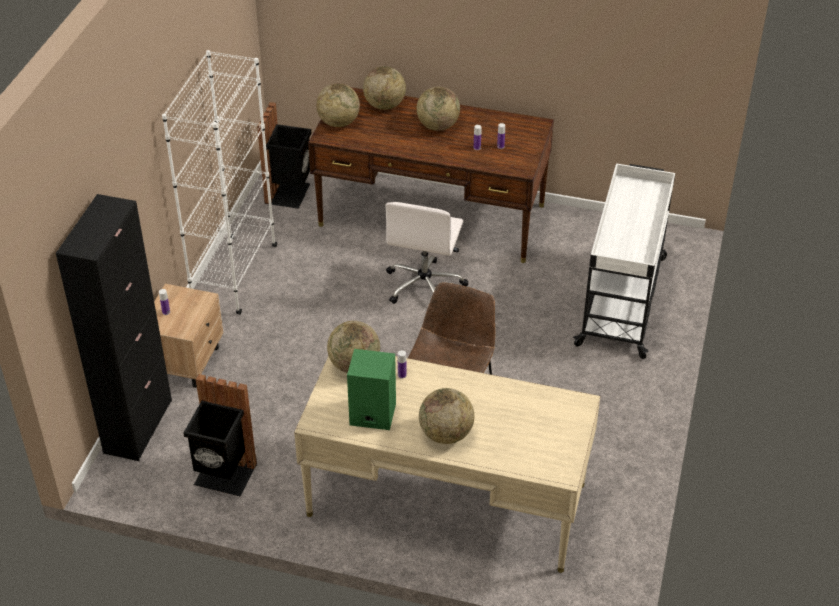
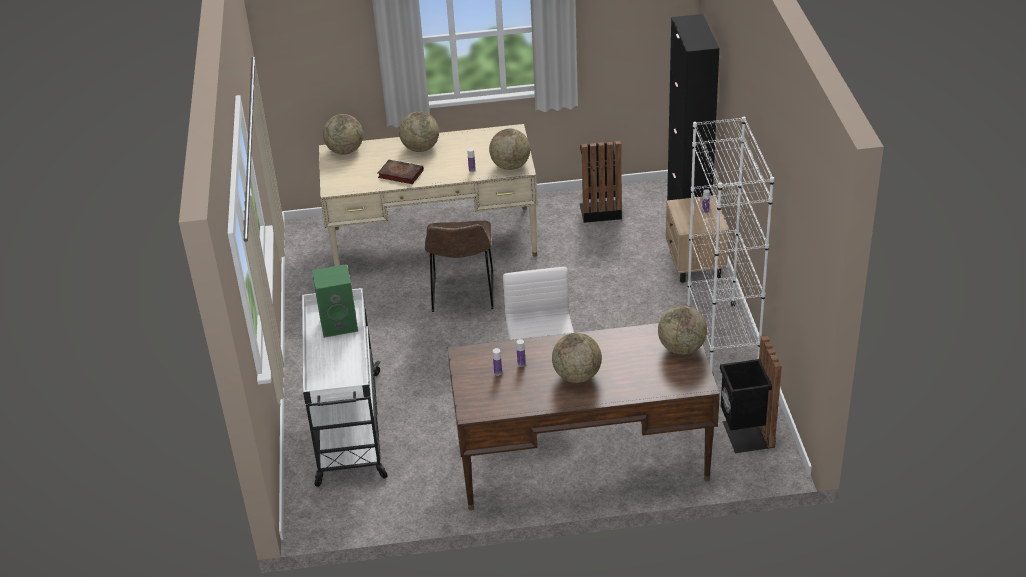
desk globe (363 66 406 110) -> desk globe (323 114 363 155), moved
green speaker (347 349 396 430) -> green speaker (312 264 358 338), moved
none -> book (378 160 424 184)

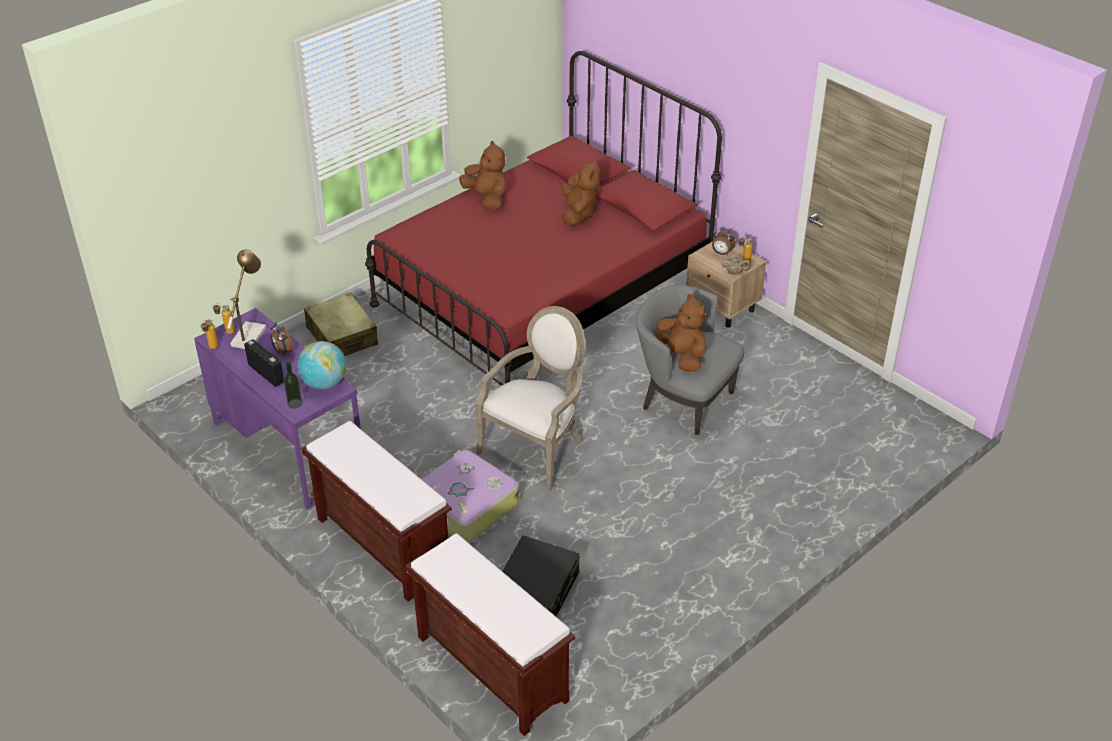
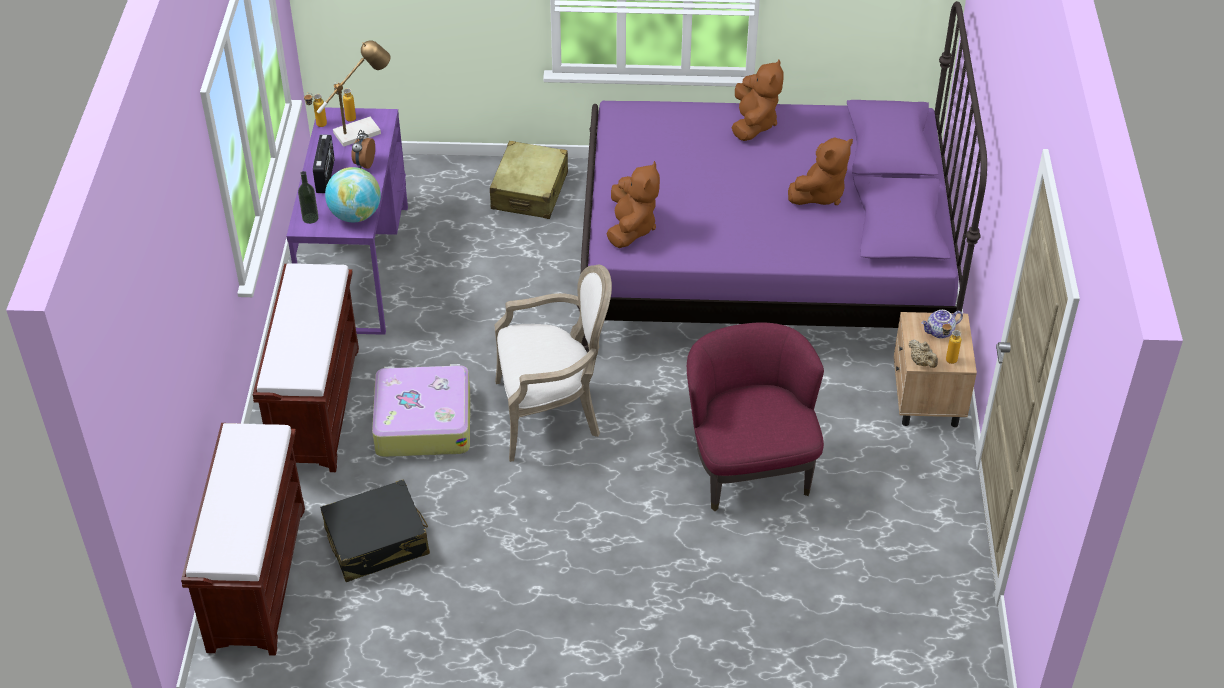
reddish bed (365 51 722 386) -> purplish bed (577 1 987 353)
bedside clock (712 228 736 256) -> pot for tea (921 310 963 339)
greyish lounge chair (636 285 744 435) -> purplish lounge chair (687 322 824 511)
brown-coloured soft toy (655 294 707 372) -> brown-coloured soft toy (607 161 660 248), moved

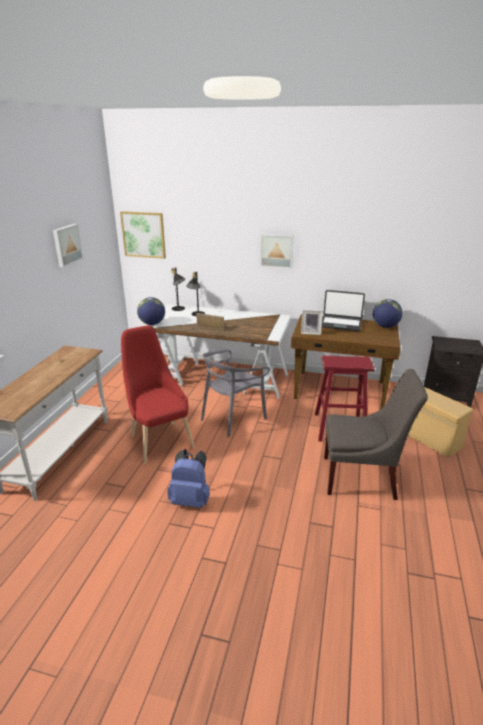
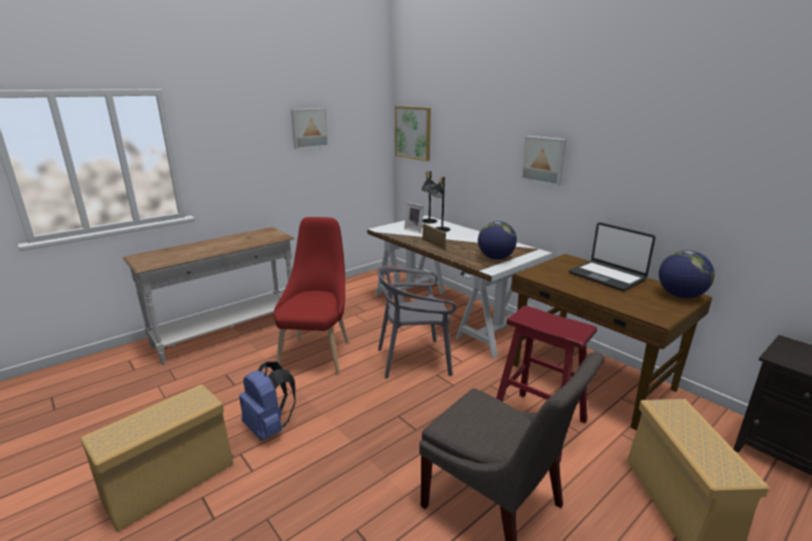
desk globe (137 297 165 325) -> desk globe (478 221 517 260), moved
photo frame (301 310 323 335) -> photo frame (404 203 424 233), moved
none -> beige-coloured storage box (80 384 233 532)

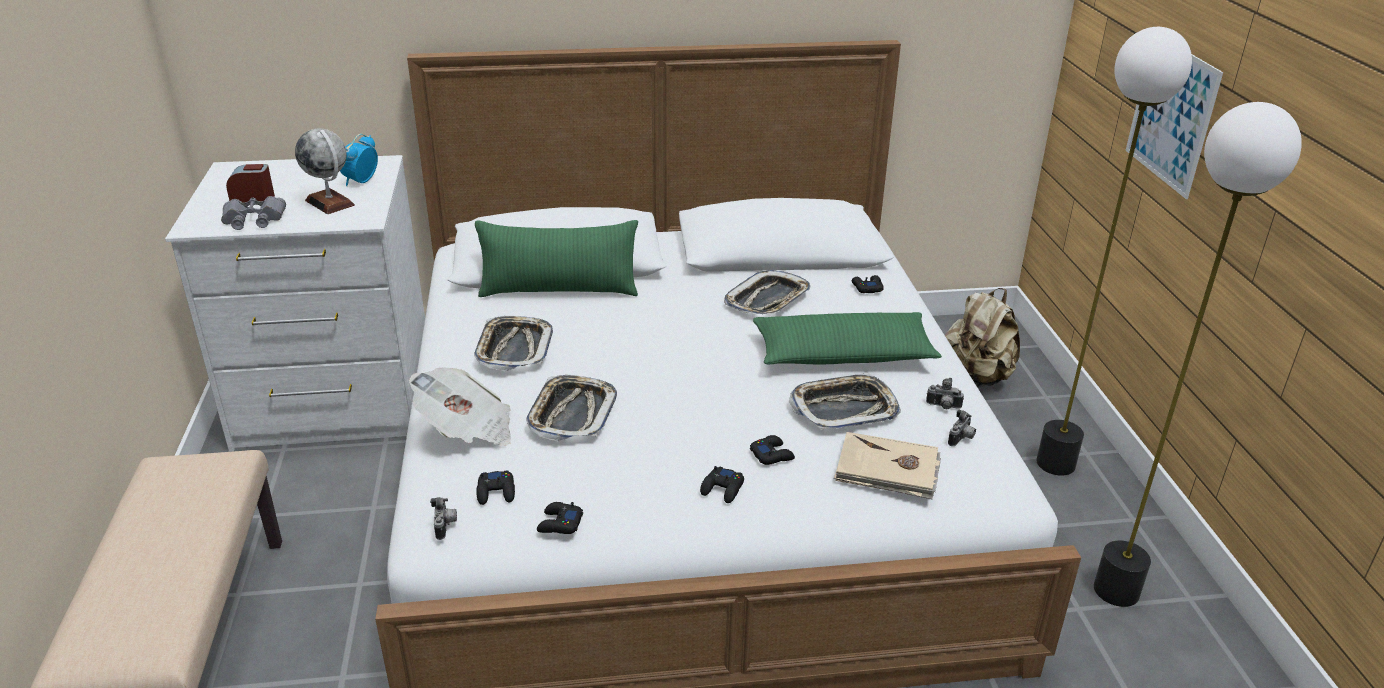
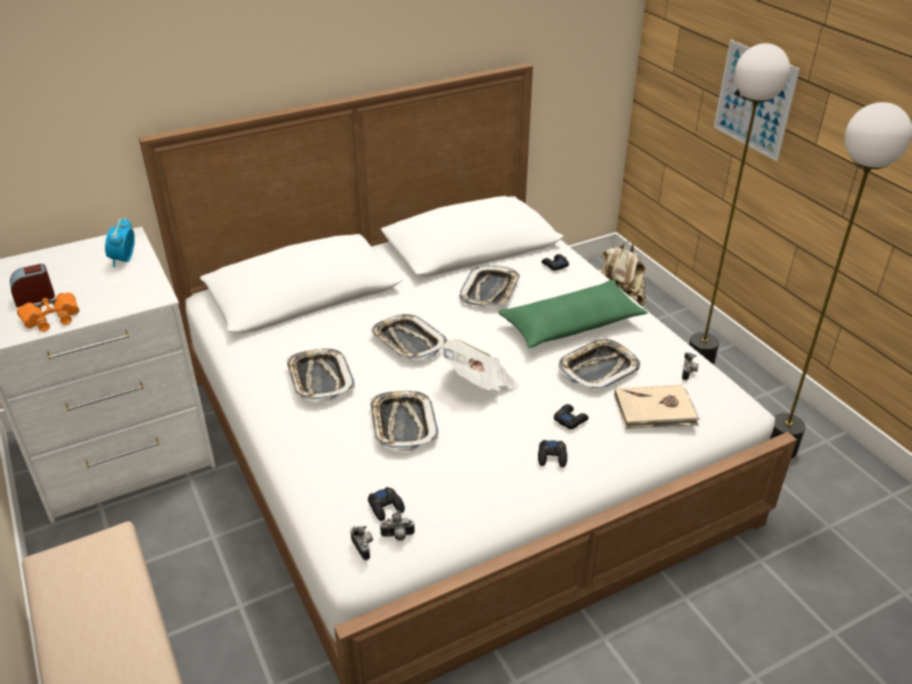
desk globe (295 128 355 214) -> none
greyish binoculars (221 196 286 230) -> orangey binoculars (17 293 79 332)
green cushion (475 220 638 297) -> none
daily paper (409 368 511 446) -> daily paper (439 340 519 391), moved
photo camera (926 378 964 409) -> photo camera (380 510 415 541), moved
black-coloured joypad (537 502 583 534) -> none
none -> serving tray (370 314 448 361)

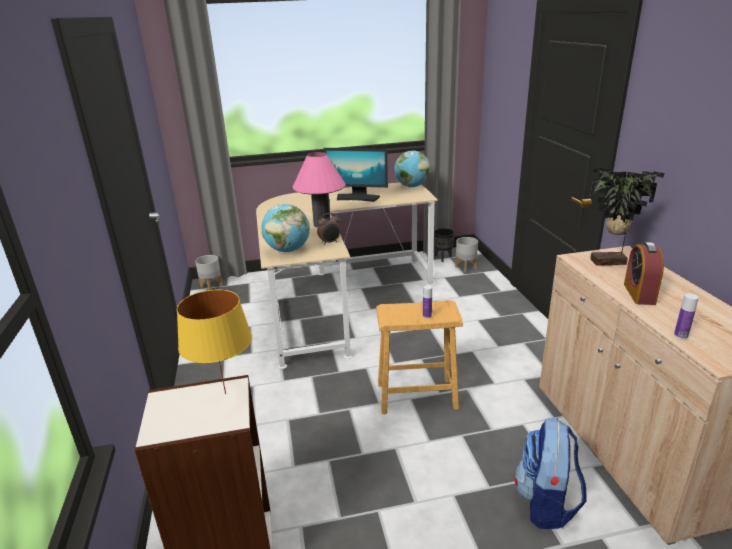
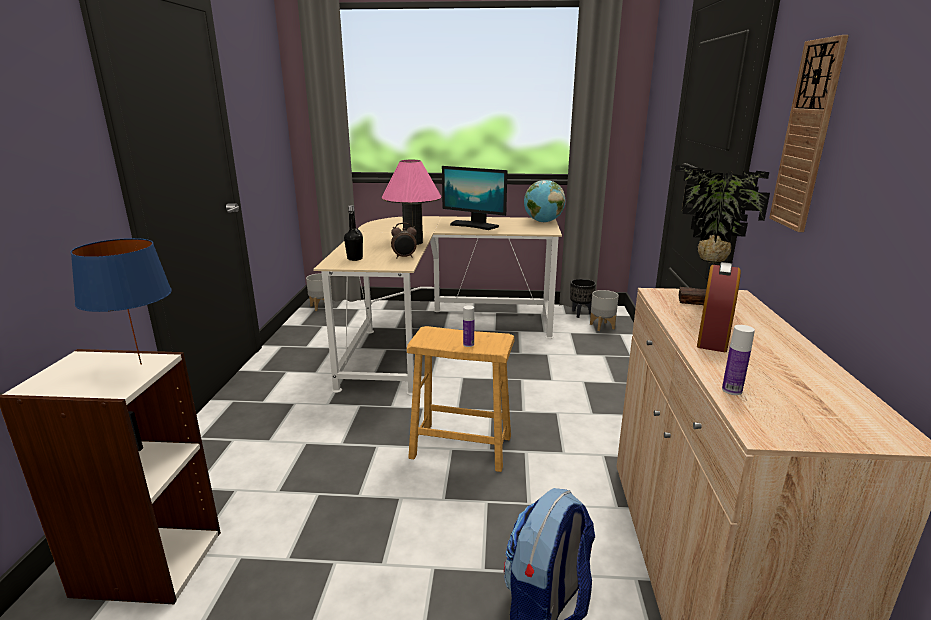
desk globe (261 204 310 252) -> black-coloured bottle (344 205 363 261)
yellow tabletop lamp (177 289 252 394) -> blue tabletop lamp (70 238 172 365)
none -> wall clock (769 35 849 232)

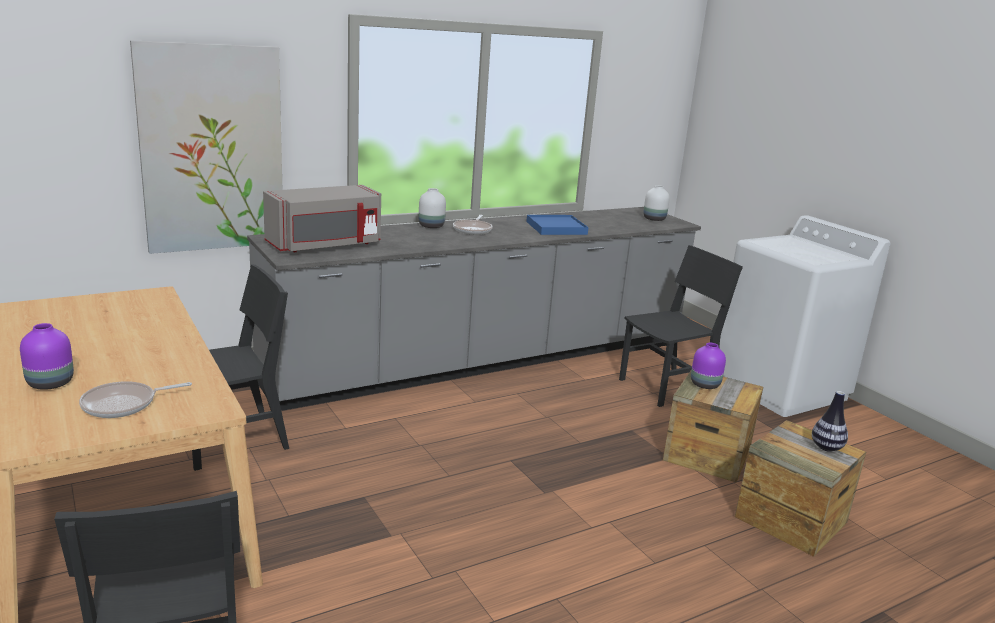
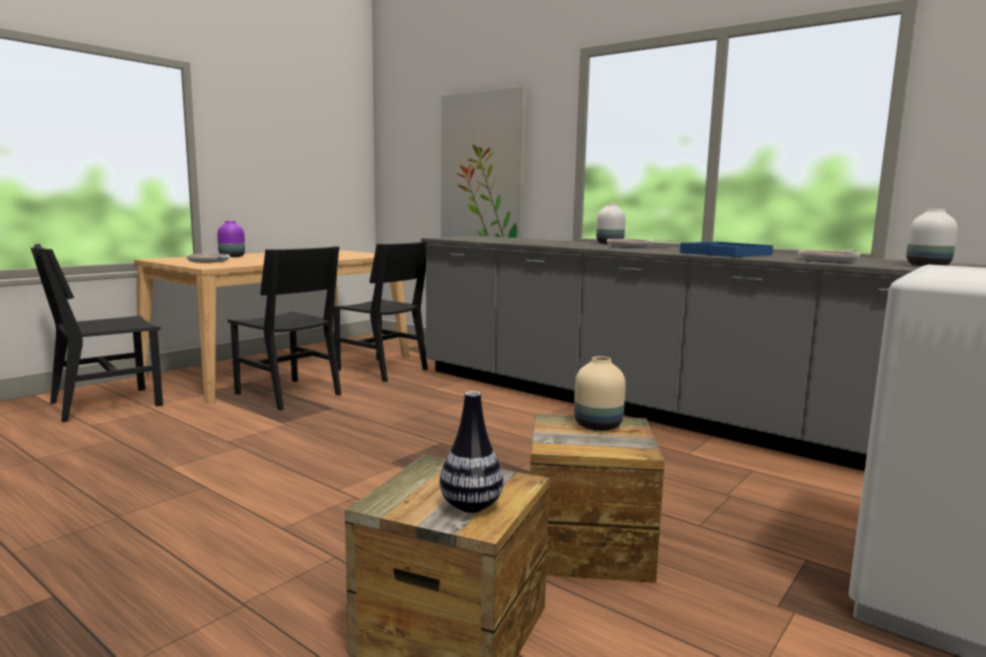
greyish microwave oven (263 185 381 252) -> none
black-coloured chair (619 245 743 407) -> black-coloured chair (228 246 341 411), moved
purplish decorative vase (691 343 726 389) -> beige-coloured decorative vase (574 356 626 431)
none -> pan (798 250 860 262)

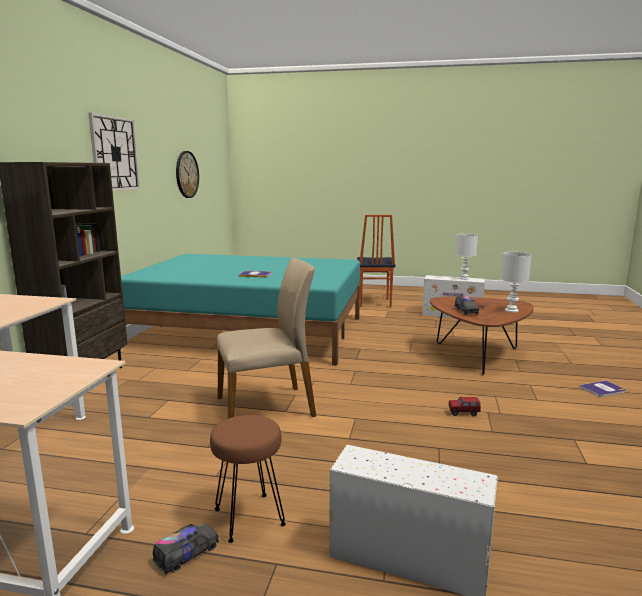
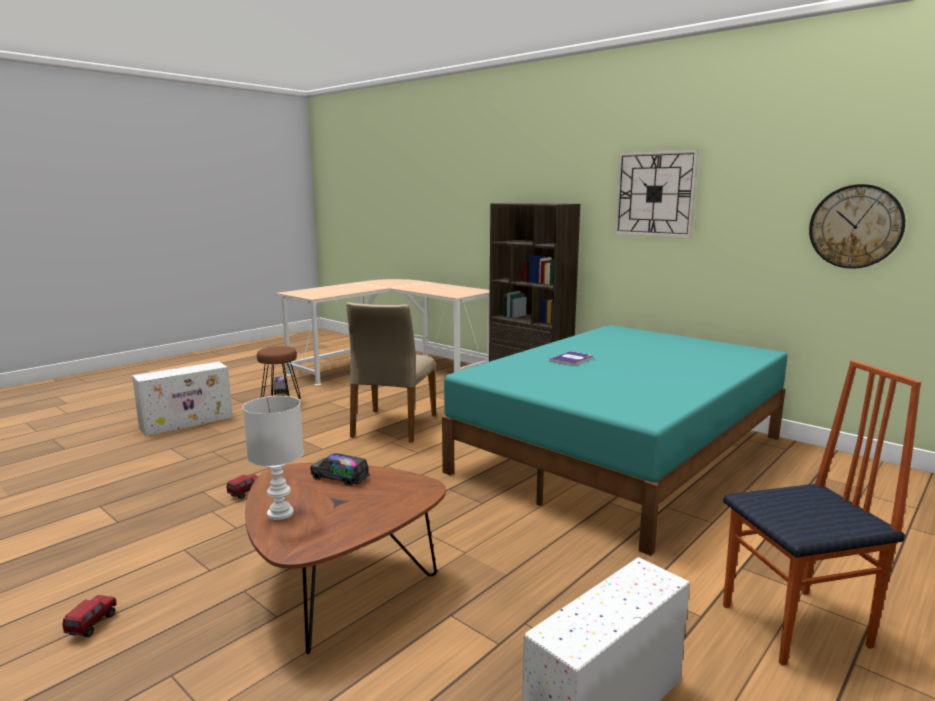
chair (357 215 396 307) -> chair (723 360 921 666), 135 degrees clockwise
whitish tabletop lamp (455 233 478 280) -> none
book (579 380 626 397) -> toy truck (62 595 116 637)

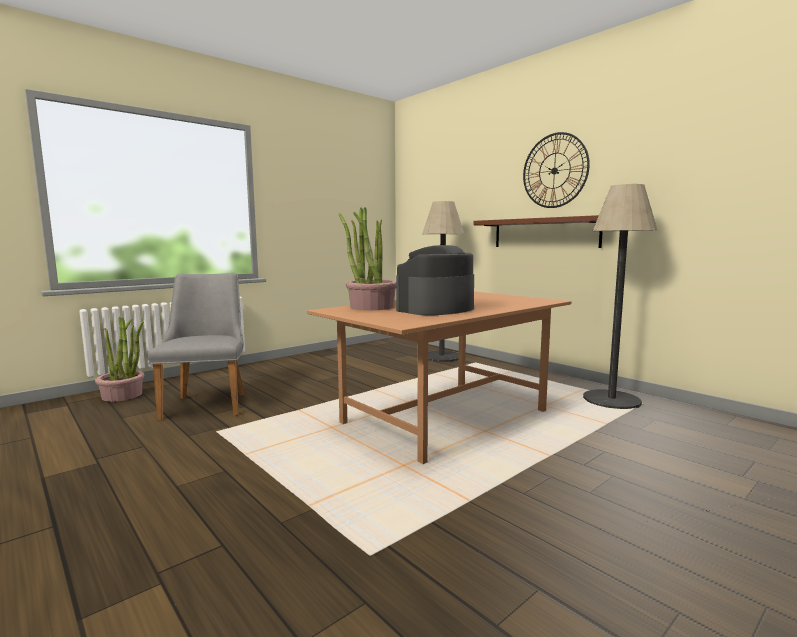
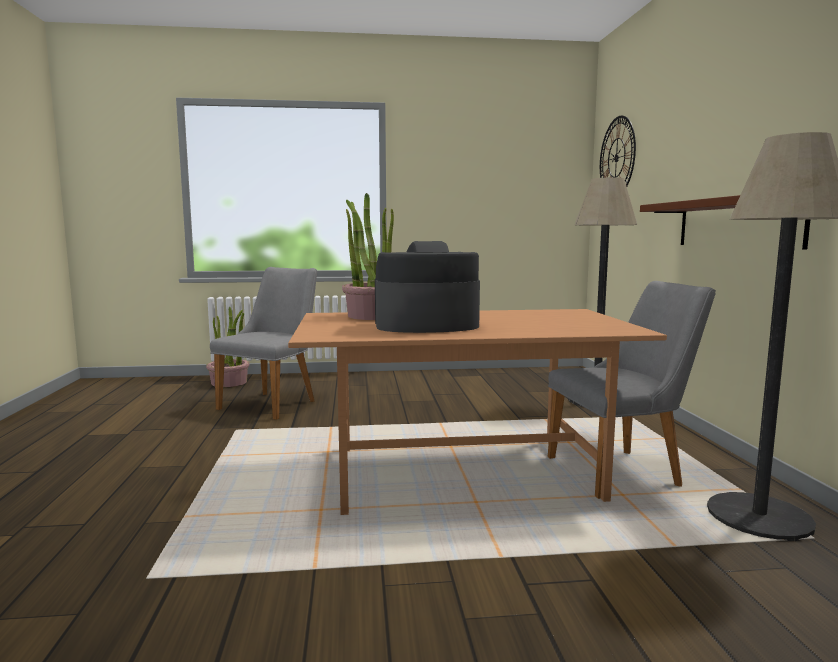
wall clock (523 132 590 208) -> wall clock (600 116 636 186), moved
none -> greyish chair (548 281 716 499)

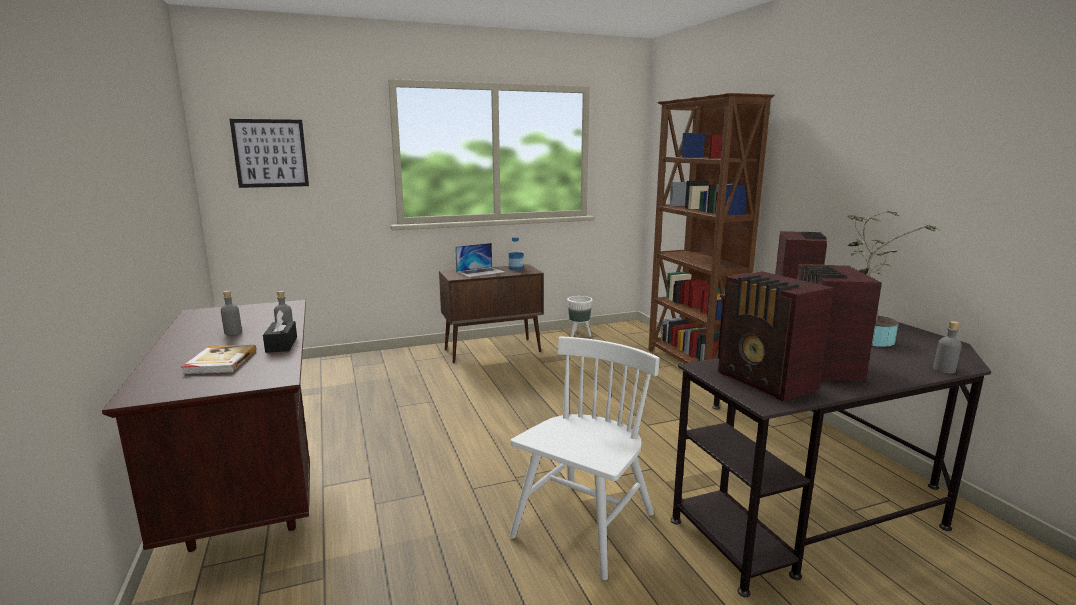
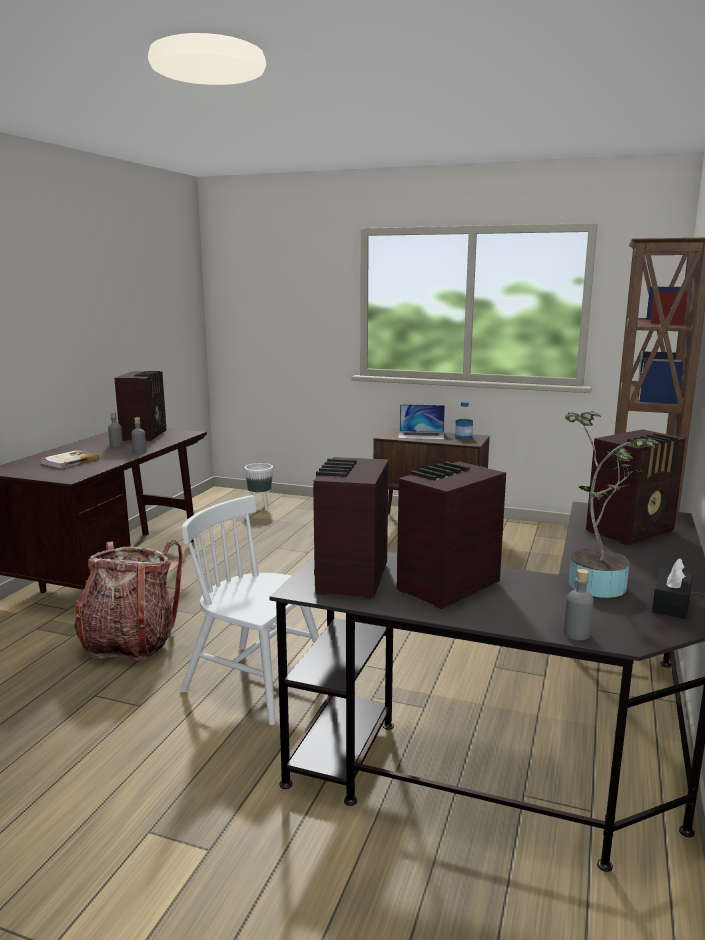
picture (230 119 309 188) -> none
whitish flower pot (567 296 593 337) -> whitish flower pot (245 463 273 511), moved
black-coloured box of tissues (263 310 297 353) -> black-coloured box of tissues (652 559 693 619), moved
whitish chair (509 336 660 580) -> whitish chair (180 495 319 725), 135 degrees counterclockwise
none -> radio (114 371 167 441)
none -> knapsack (74 540 182 661)

